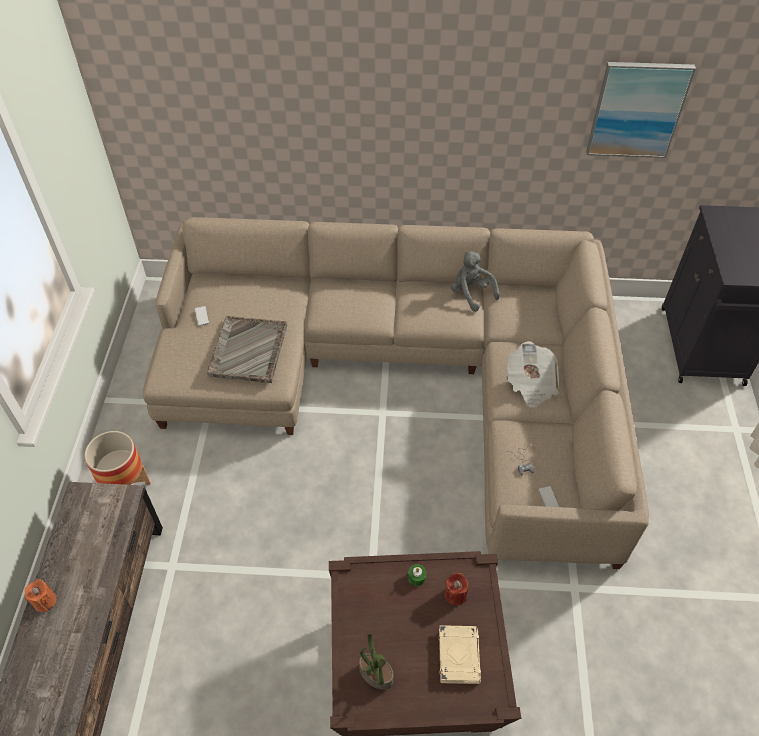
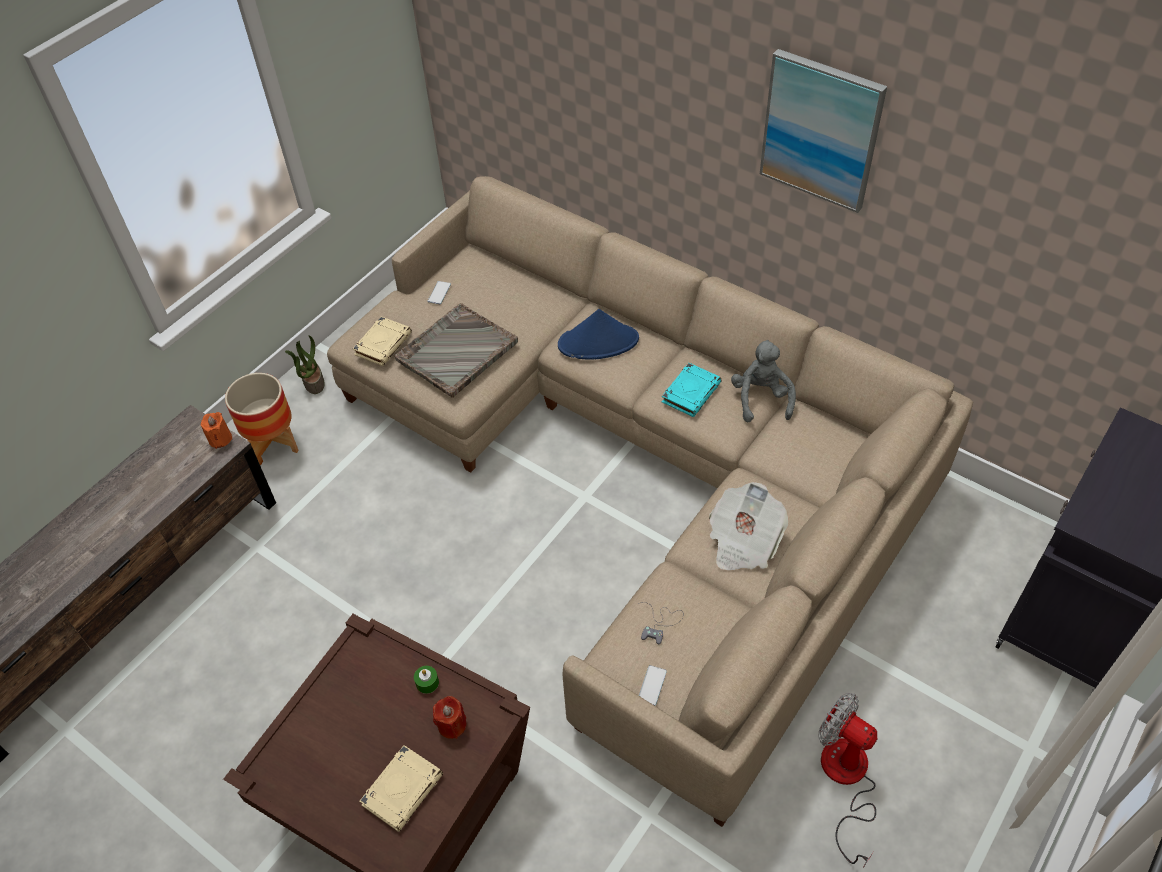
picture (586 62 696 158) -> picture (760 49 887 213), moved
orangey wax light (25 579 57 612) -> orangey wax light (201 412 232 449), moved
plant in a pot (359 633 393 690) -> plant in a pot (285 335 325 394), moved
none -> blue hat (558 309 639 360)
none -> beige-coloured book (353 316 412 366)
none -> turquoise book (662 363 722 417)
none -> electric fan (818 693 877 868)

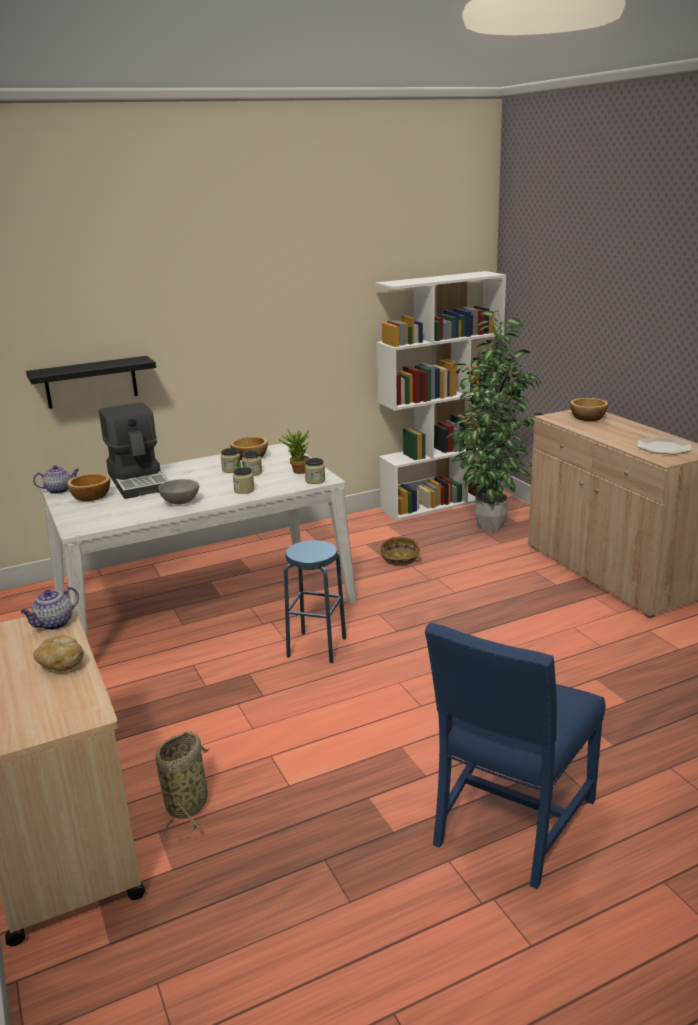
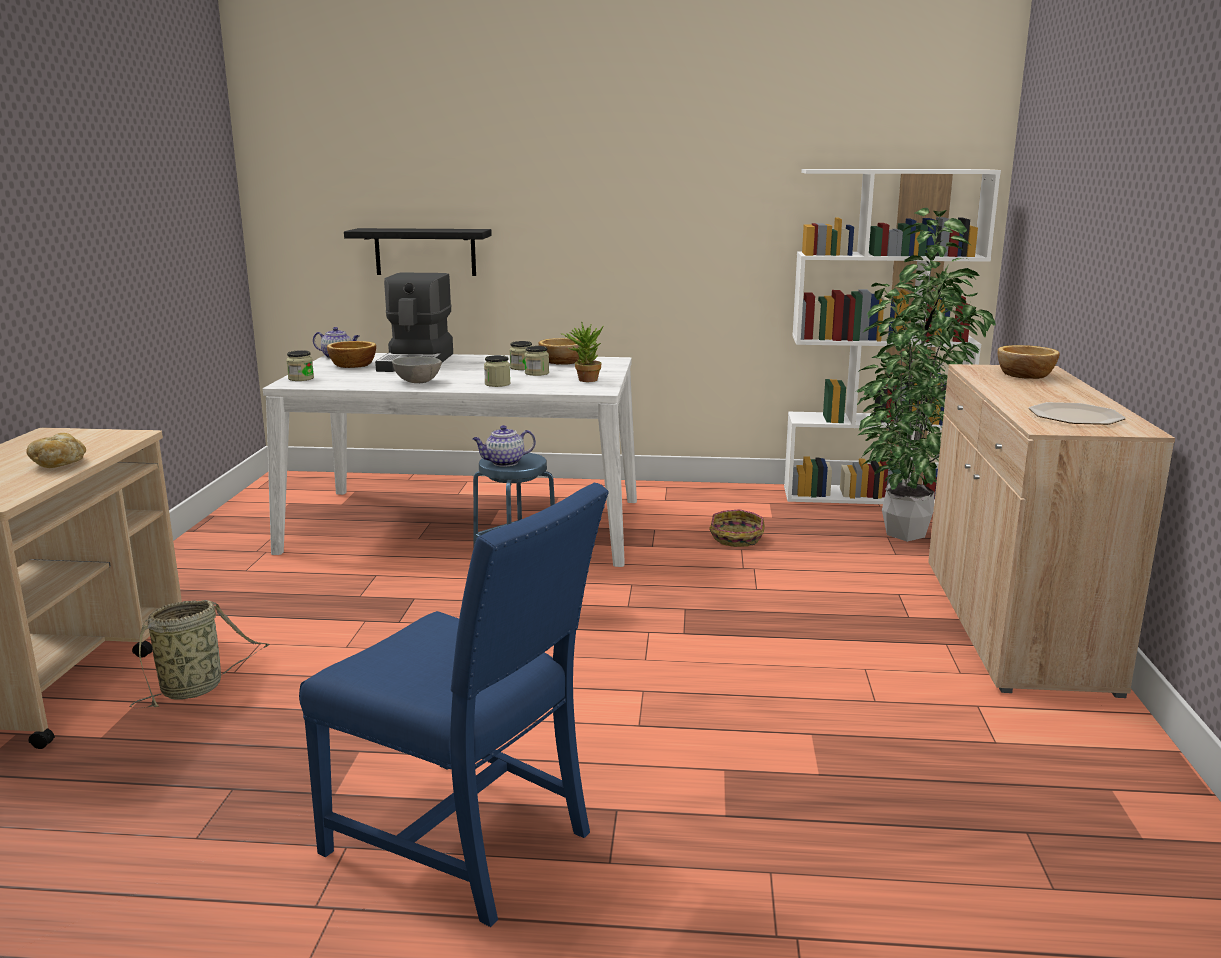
preserve jar (305 458 325 484) -> preserve jar (286 350 314 381), moved
pot for tea (21 587 79 630) -> pot for tea (472 425 536 467), moved
blue chair (425 622 606 889) -> blue chair (299 483 609 927), 120 degrees counterclockwise

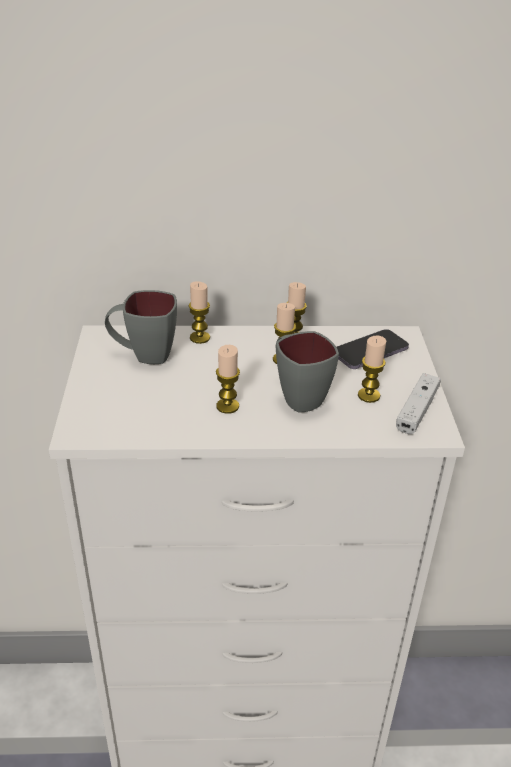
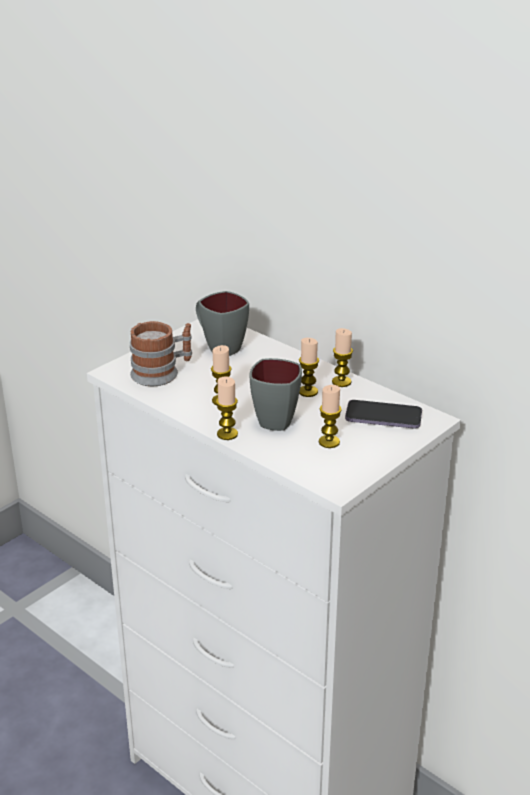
wax light (189 281 210 344) -> wax light (216 376 238 440), moved
whitish joypad (396 373 441 434) -> none
none -> mug (130 321 192 386)

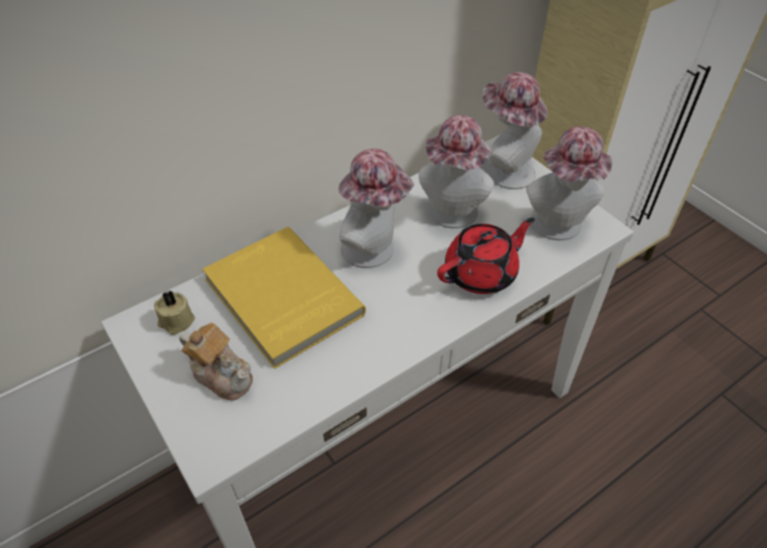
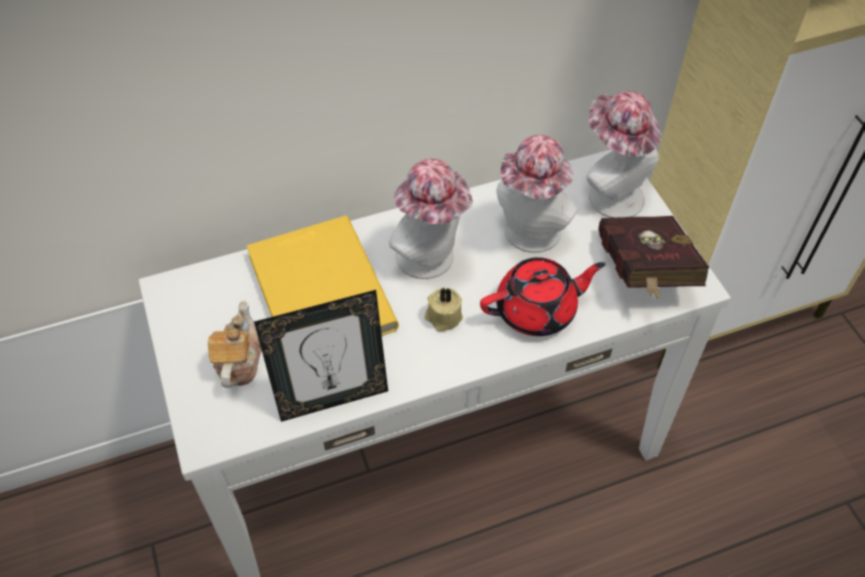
hat (526 126 613 240) -> reddish book (599 216 709 299)
beige-coloured wax light (154 290 195 335) -> beige-coloured wax light (425 287 463 331), moved
pot for tea (179 323 253 400) -> pot for tea (208 300 262 388), 135 degrees counterclockwise
none -> photo frame (254 290 388 422)

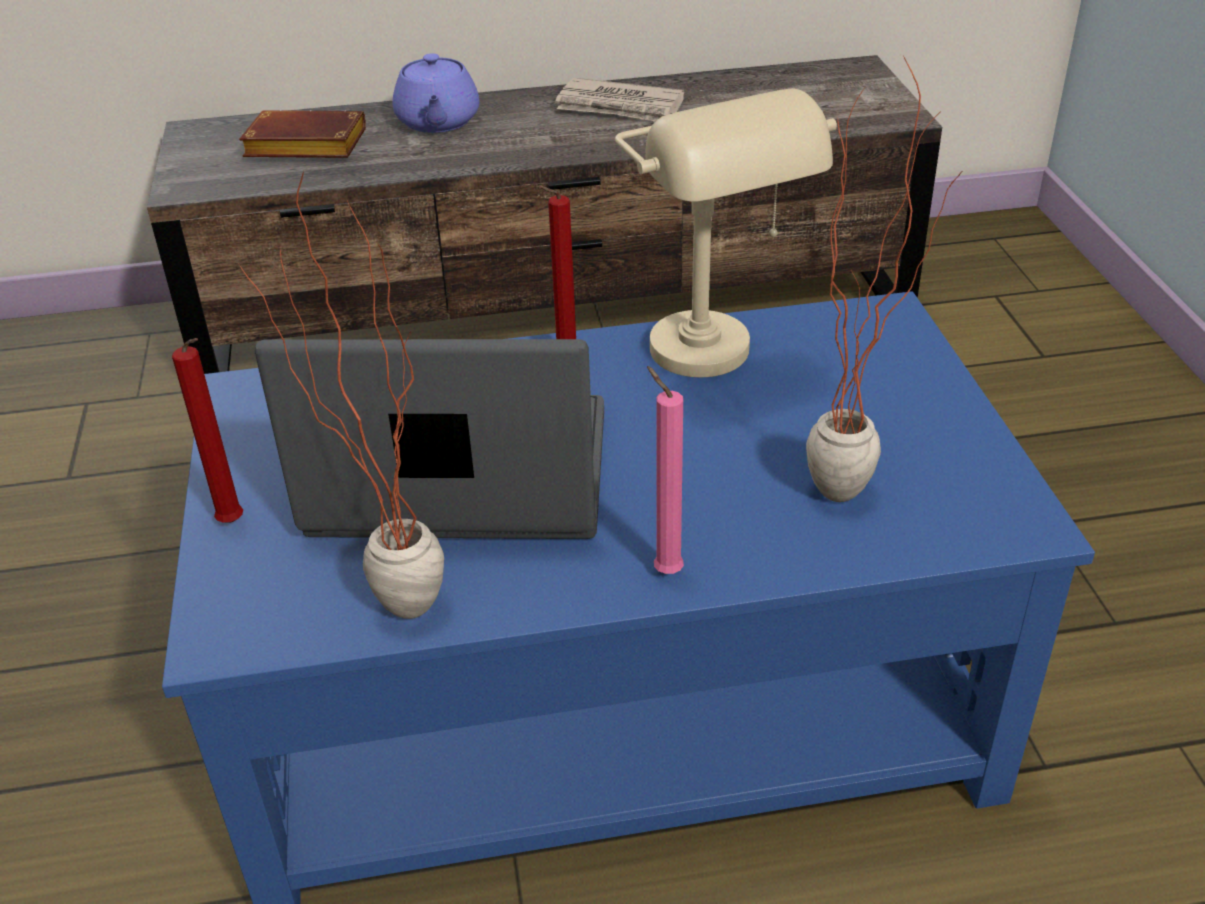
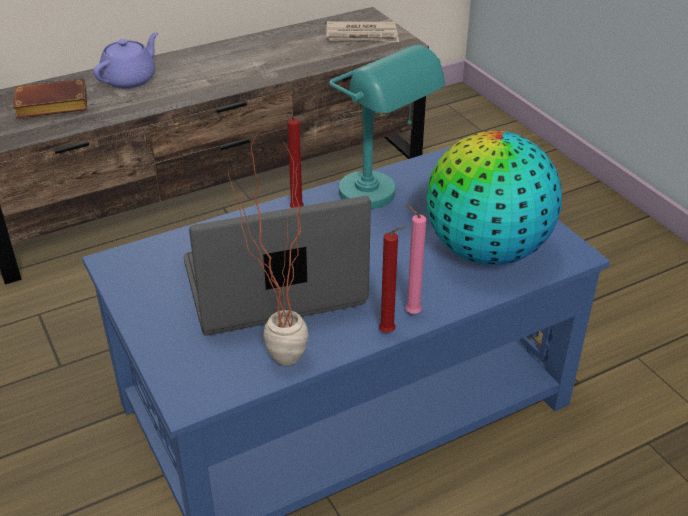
purplish pot for tea (392 53 479 133) -> purplish pot for tea (93 32 158 89), 120 degrees counterclockwise
plant in a pot (806 57 963 502) -> desk globe (426 131 562 265)
daily paper (555 78 684 122) -> daily paper (326 21 399 42), moved
beige-coloured tabletop lamp (615 88 837 378) -> turquoise tabletop lamp (329 45 445 209)
reddish wax light (172 338 243 523) -> reddish wax light (379 226 407 333), moved

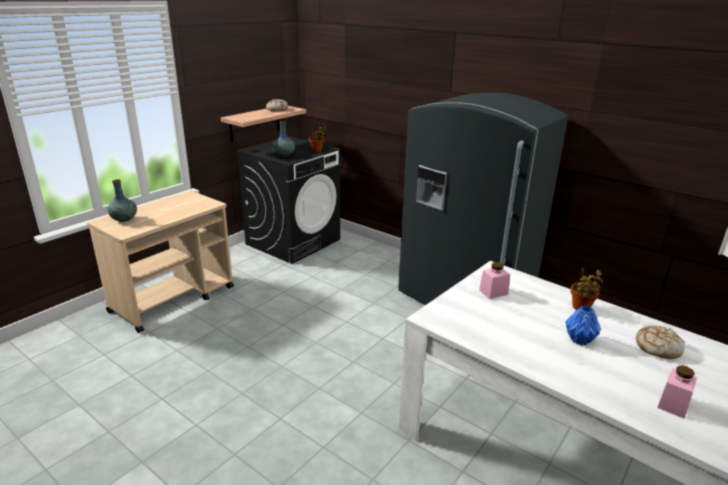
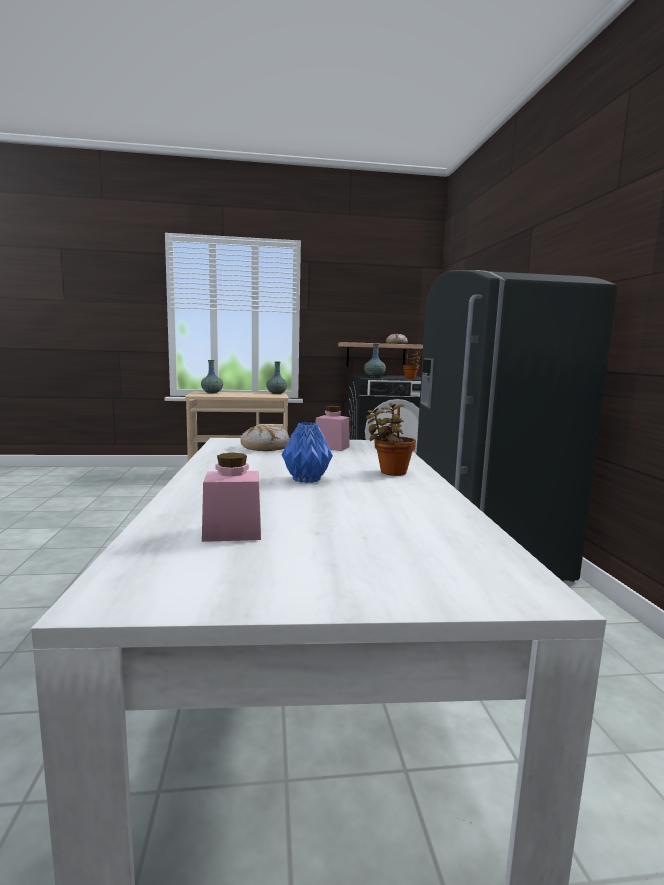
bread (636 326 685 359) -> bread (240 424 290 451), moved
none -> decorative vase (266 362 287 394)

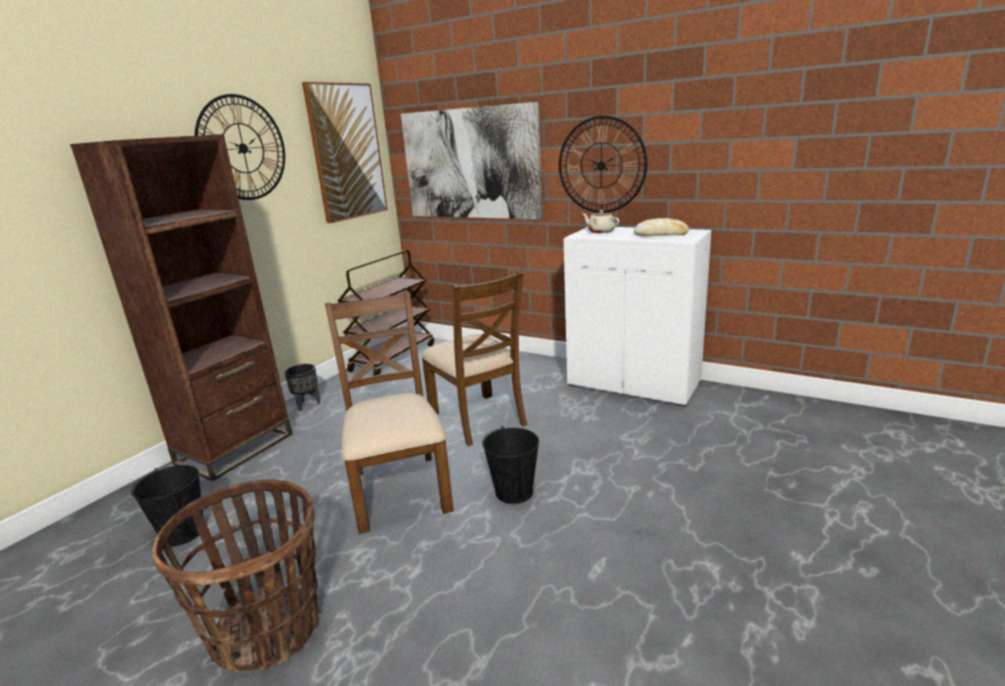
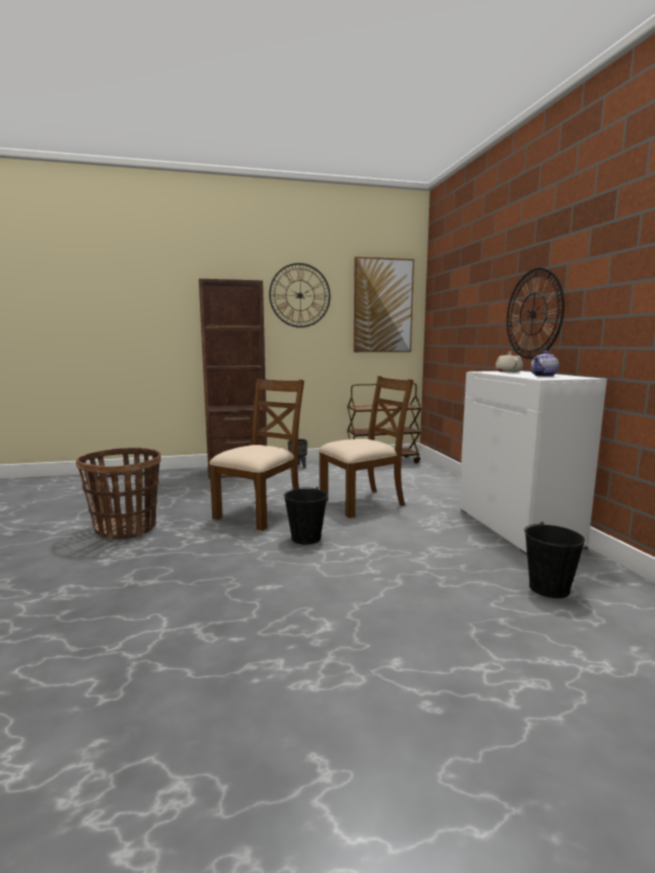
picture (401 102 543 219) -> none
bread (634 218 689 236) -> pot for tea (531 351 559 377)
brown-coloured chair (421 271 527 446) -> brown-coloured chair (319 376 414 518), 135 degrees counterclockwise
black-coloured pail (131 465 203 546) -> black-coloured pail (524 522 585 598), moved

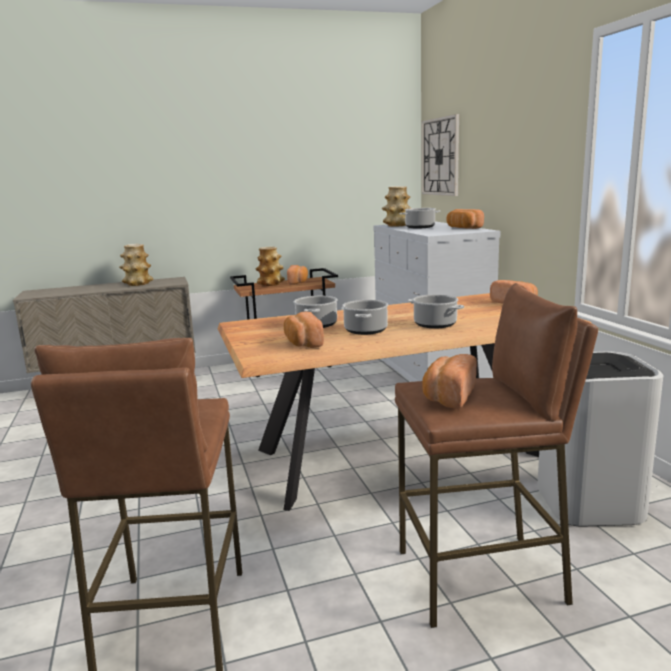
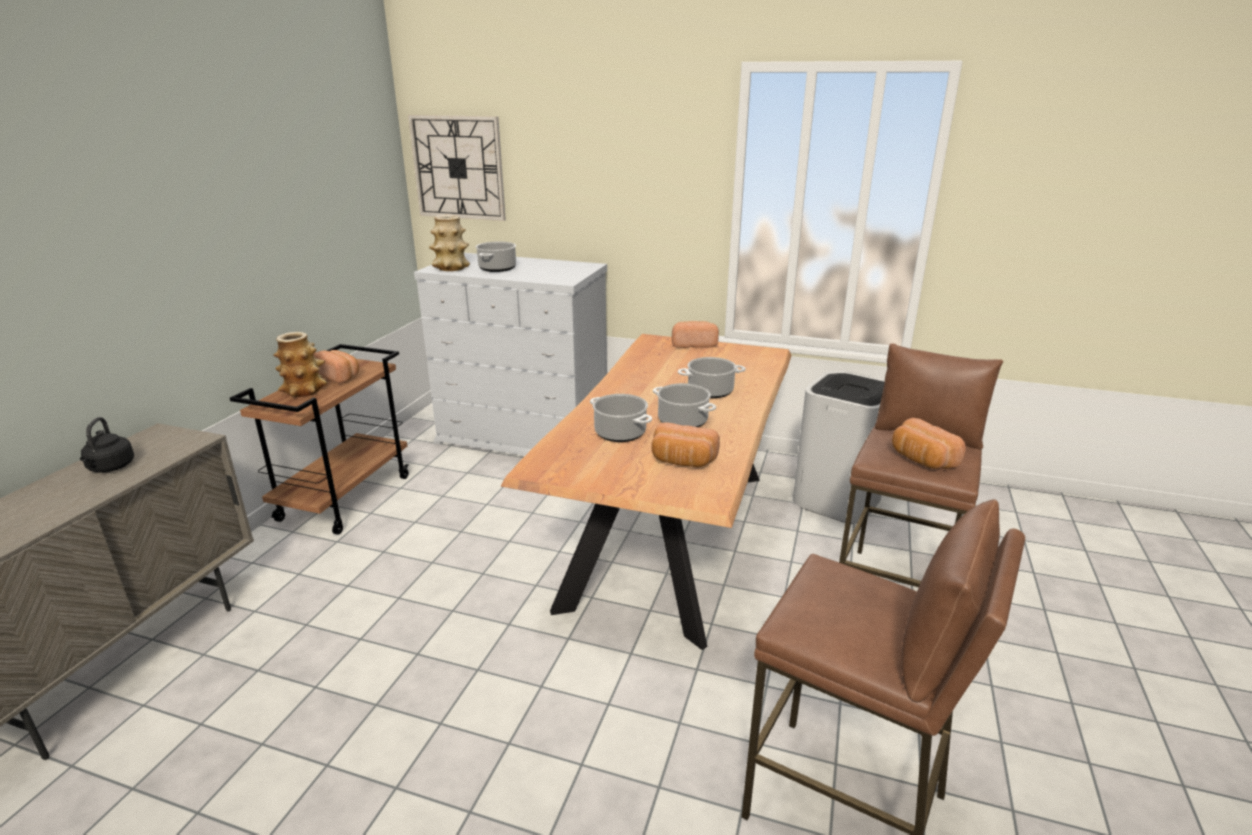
bread (447 209 484 229) -> none
decorative vase (119 244 154 286) -> black-coloured tea kettle (80 417 134 473)

